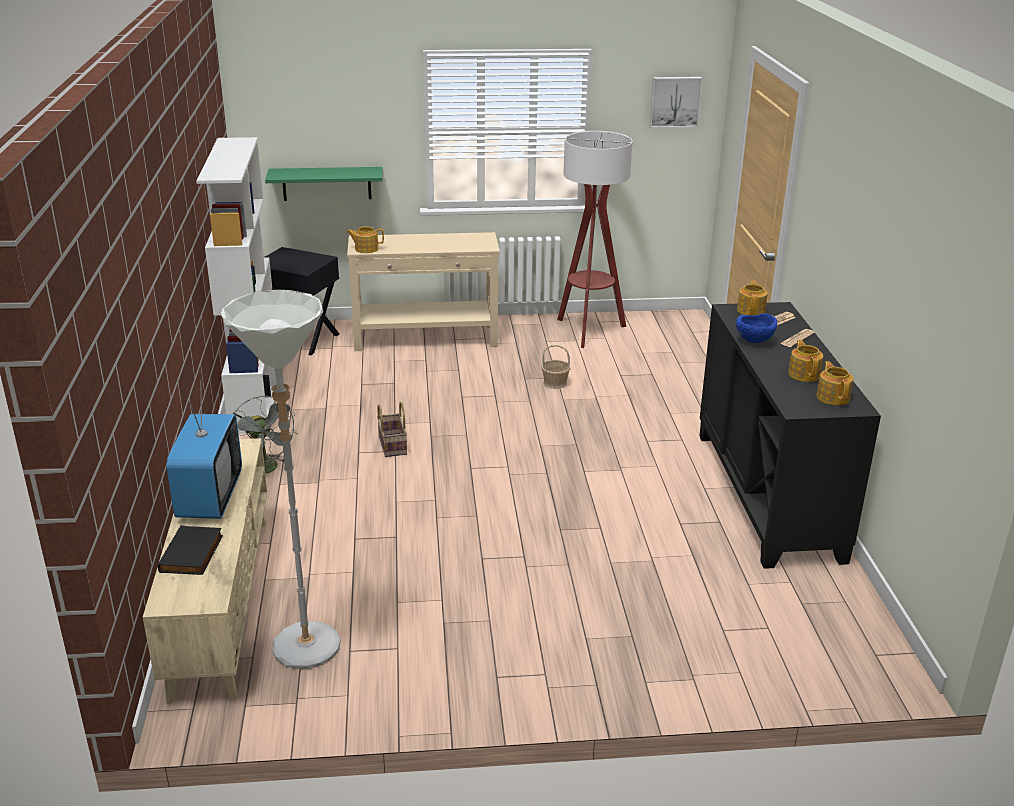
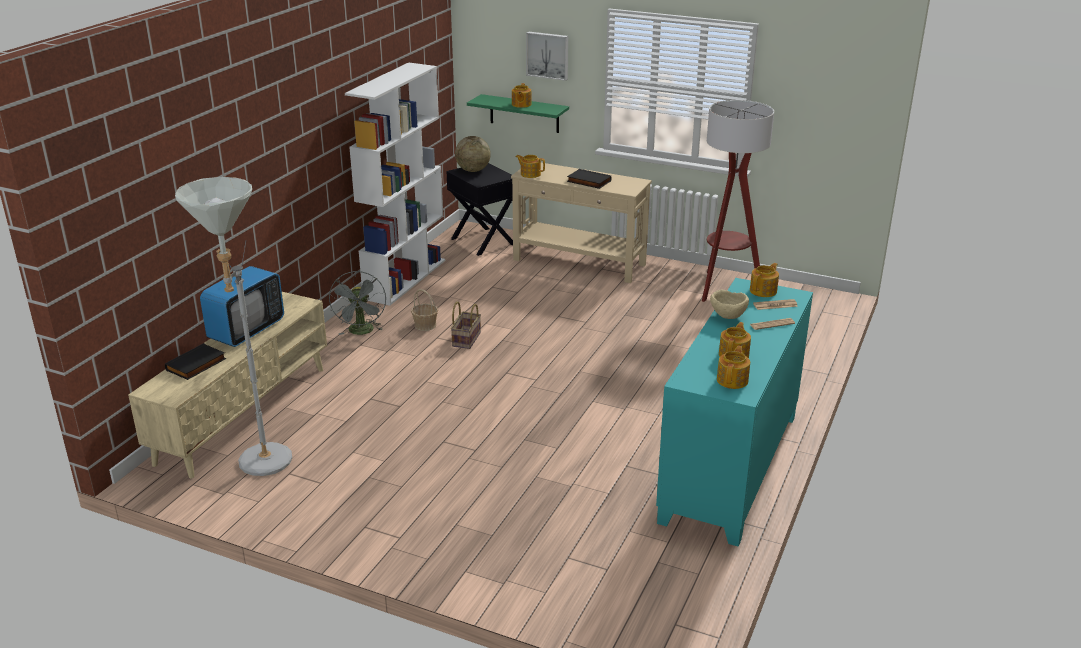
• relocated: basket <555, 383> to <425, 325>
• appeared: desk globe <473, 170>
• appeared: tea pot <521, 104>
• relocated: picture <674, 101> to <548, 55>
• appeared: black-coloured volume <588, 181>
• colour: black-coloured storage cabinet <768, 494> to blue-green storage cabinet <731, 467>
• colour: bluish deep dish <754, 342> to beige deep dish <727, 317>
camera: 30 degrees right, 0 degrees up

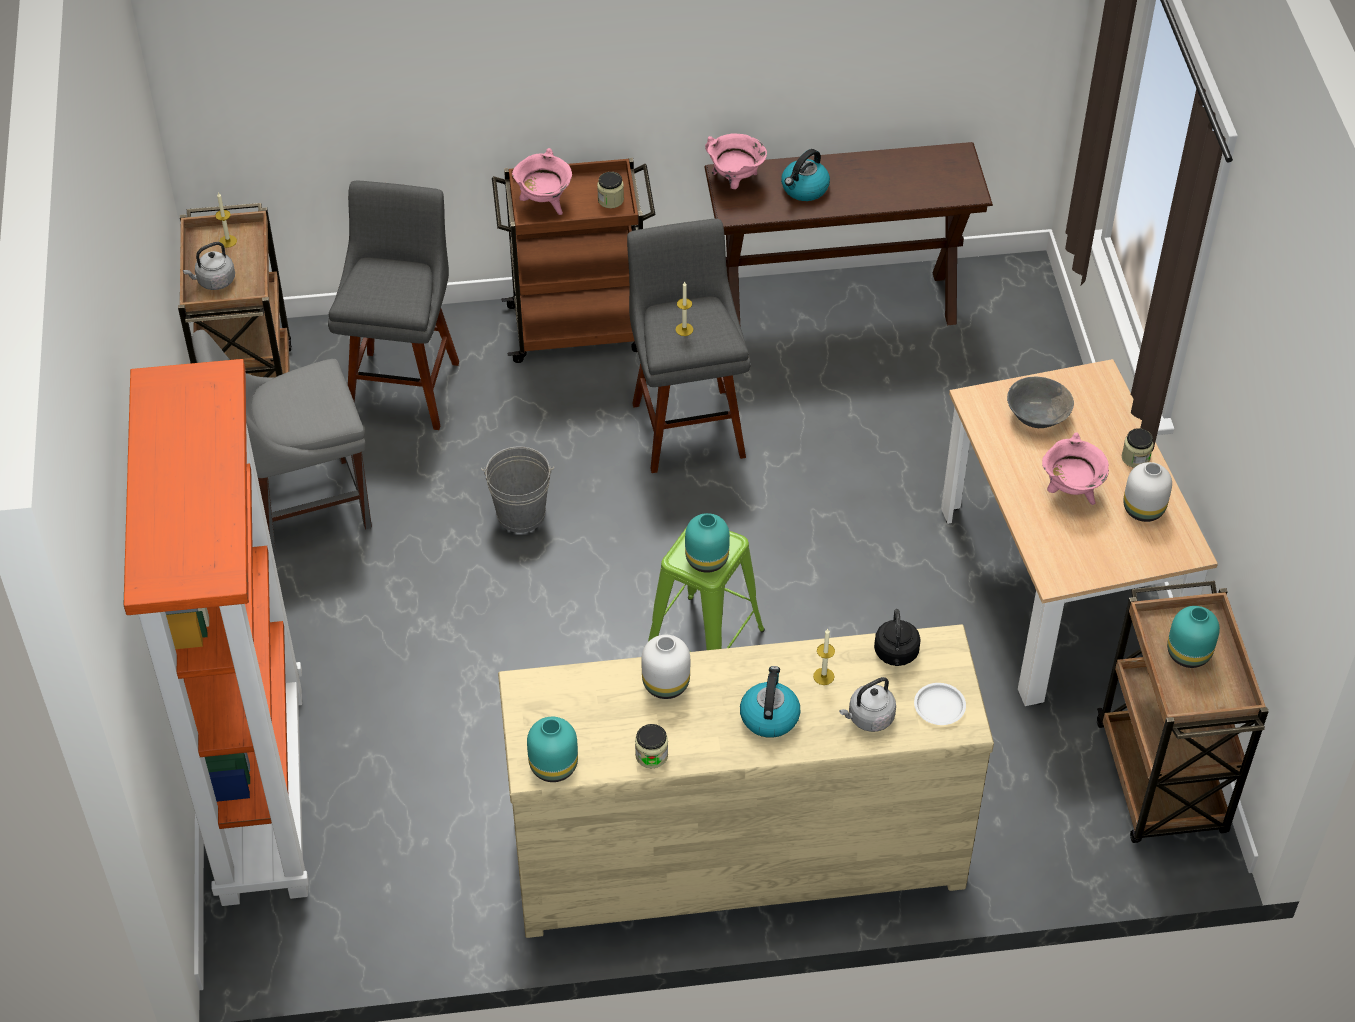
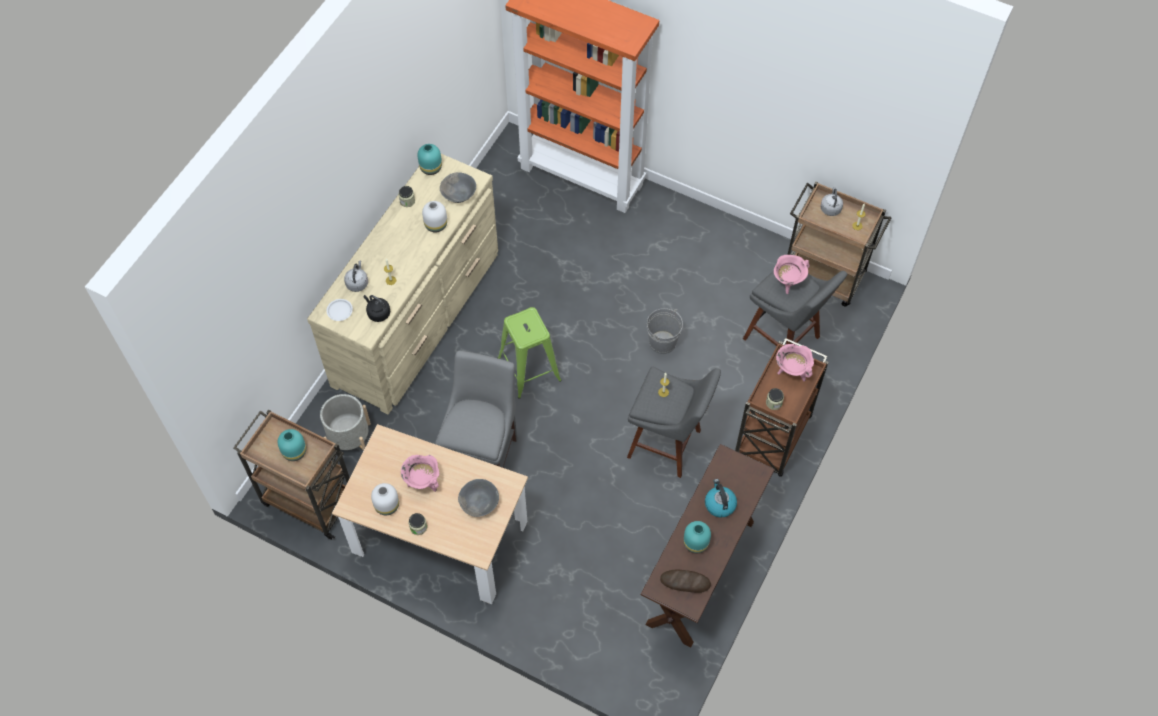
• appeared: greyish flower pot <350, 439>
• relocated: greyish upright chair <301, 507> to <483, 454>
• appeared: greyish deep dish <459, 194>
• appeared: bread <685, 582>
• relocated: blue-green vase <707, 560> to <695, 543>
• relocated: pink-coloured saucepot <735, 181> to <788, 282>
• missing: tea kettle <769, 716>
camera: 125 degrees right, 10 degrees up

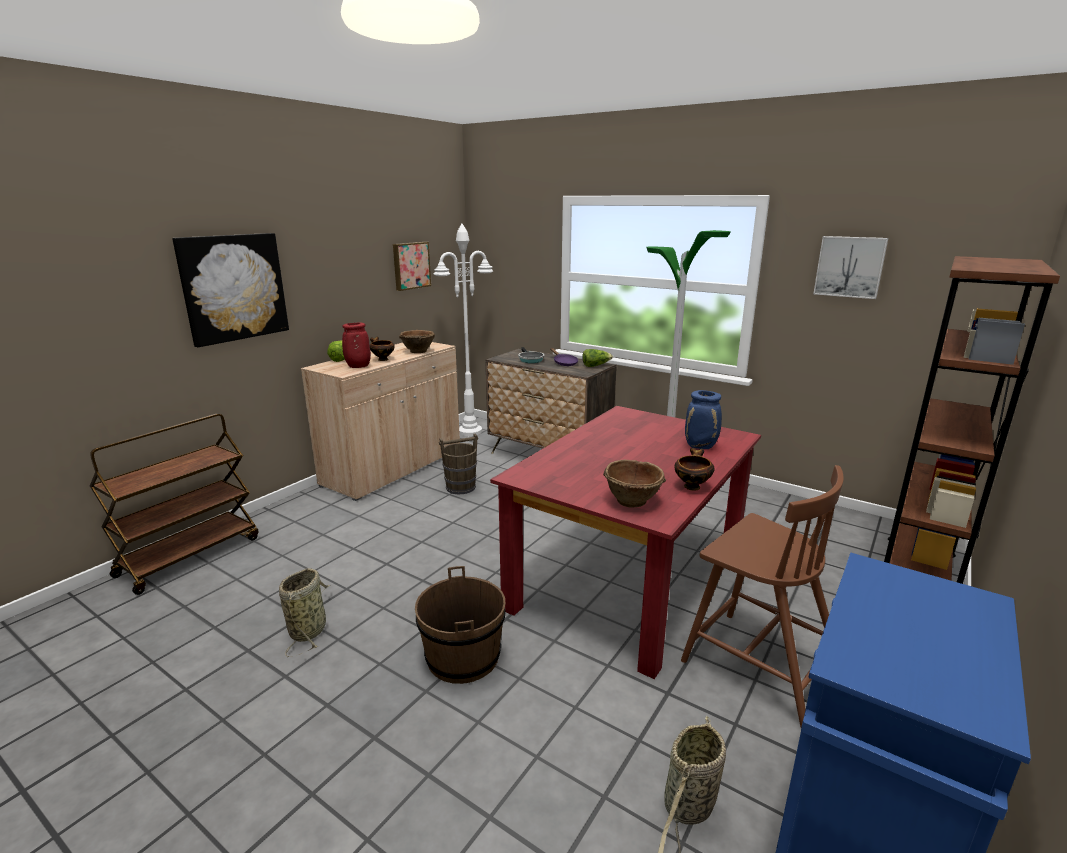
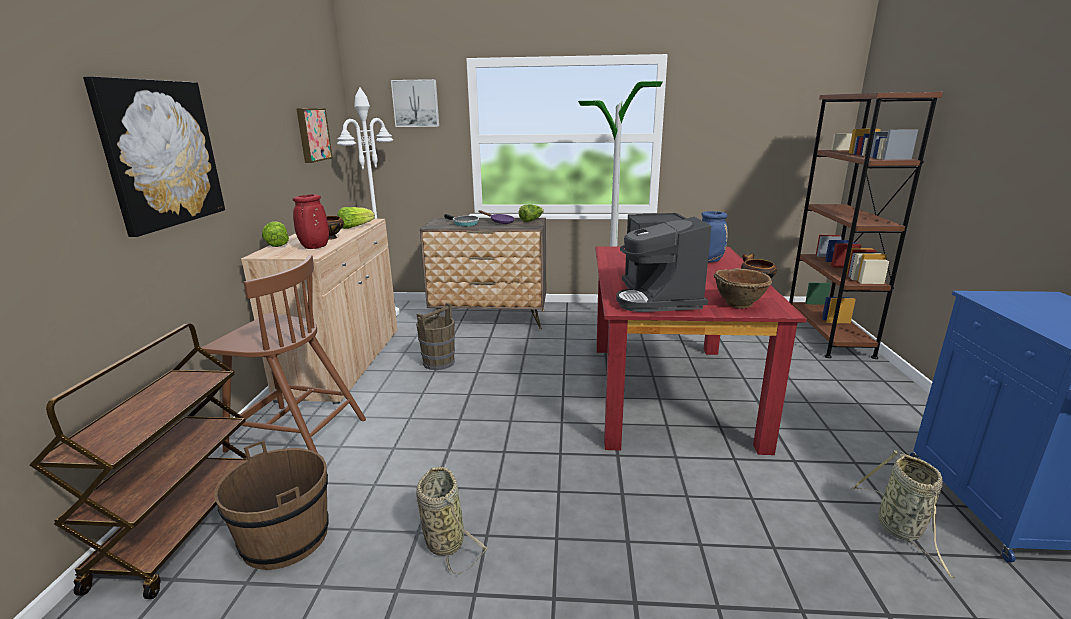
• relocated: brownish upright chair <758, 665> to <295, 434>
• relocated: brownish bucket <463, 657> to <286, 538>
• exchanged: brownish deep dish <418, 351> to head of lettuce <355, 227>
• relocated: picture <850, 266> to <416, 103>
• appeared: coffee machine <658, 298>
camera: 30 degrees left, 0 degrees up

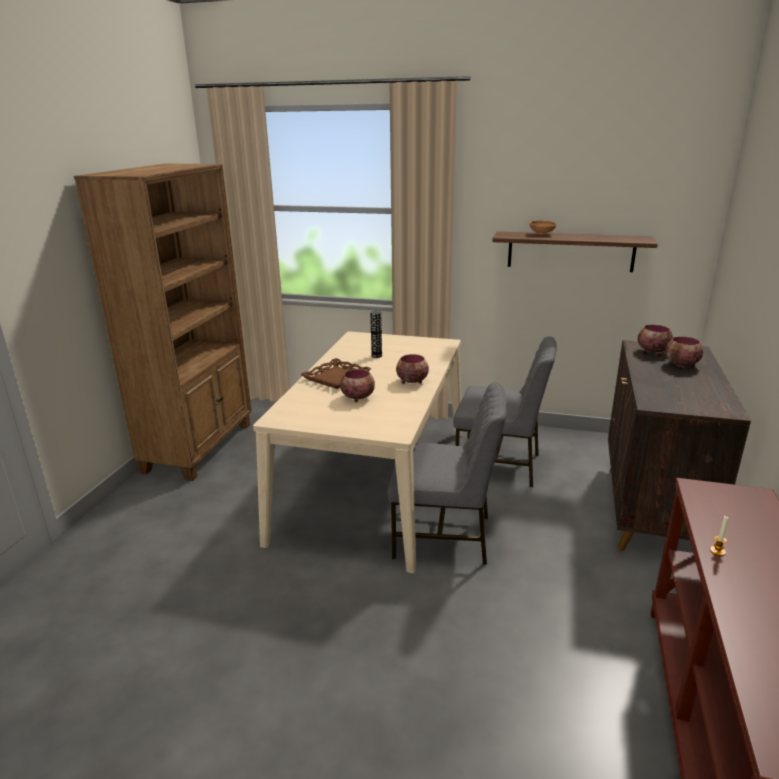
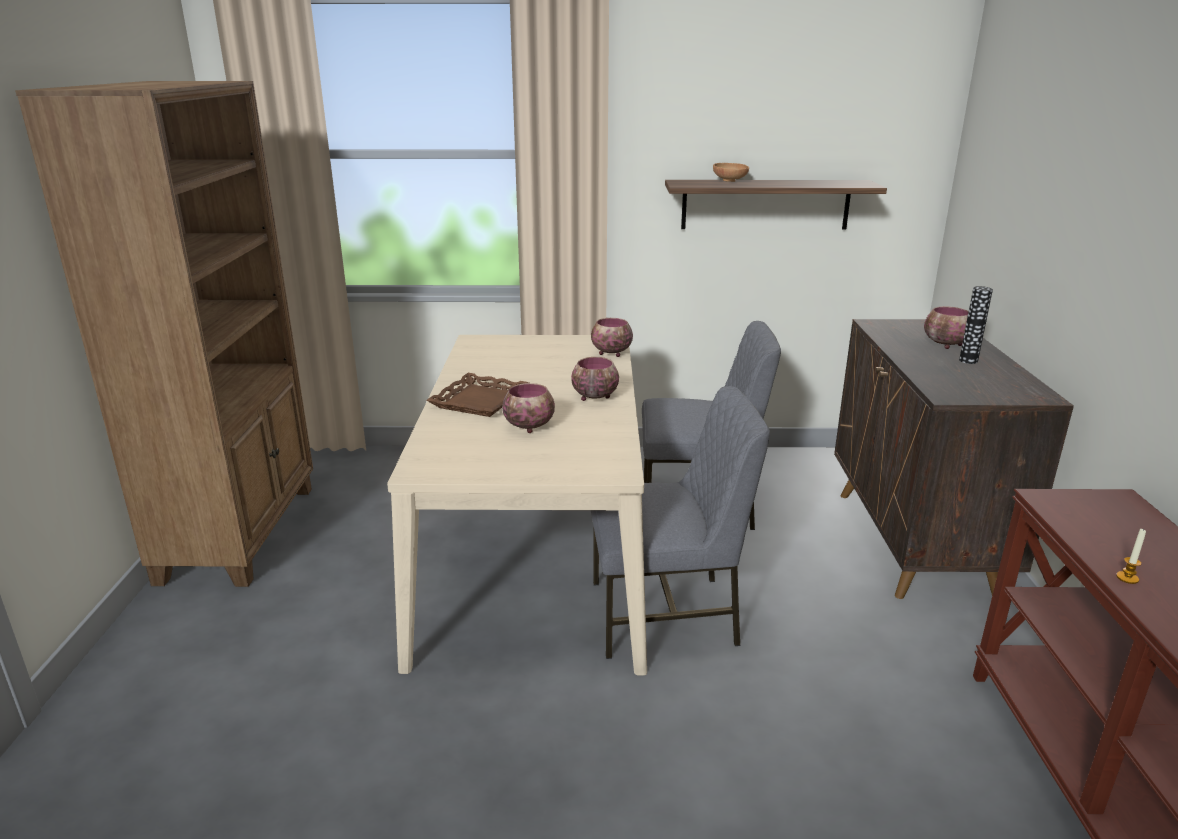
• relocated: deep dish <652, 352> to <610, 353>
• relocated: vase <376, 356> to <968, 360>
camera: 15 degrees left, 0 degrees up

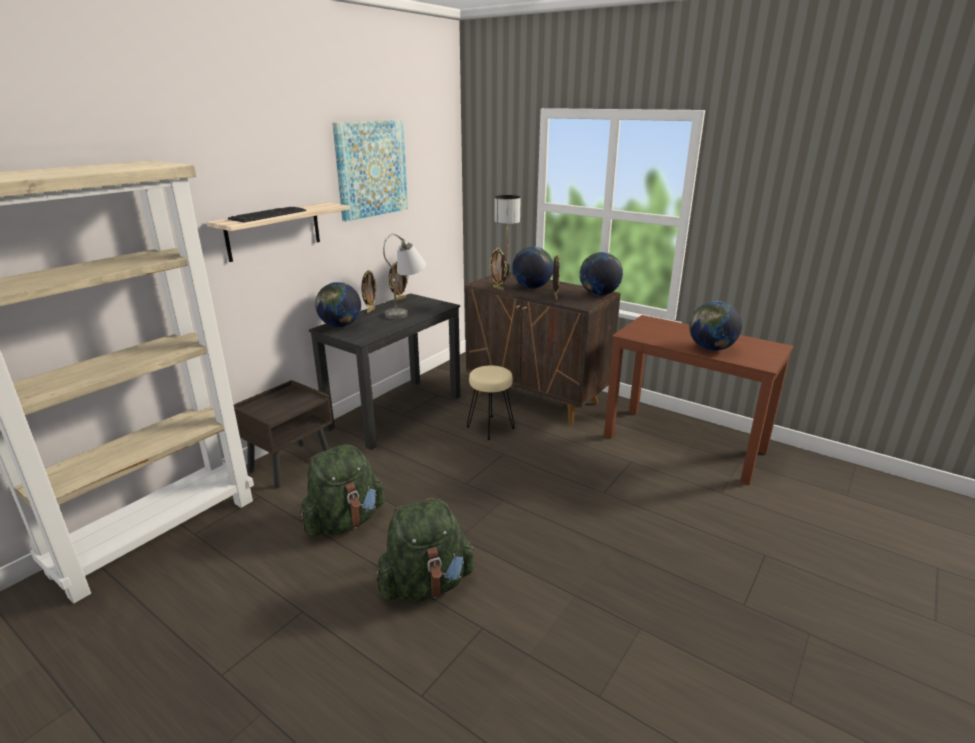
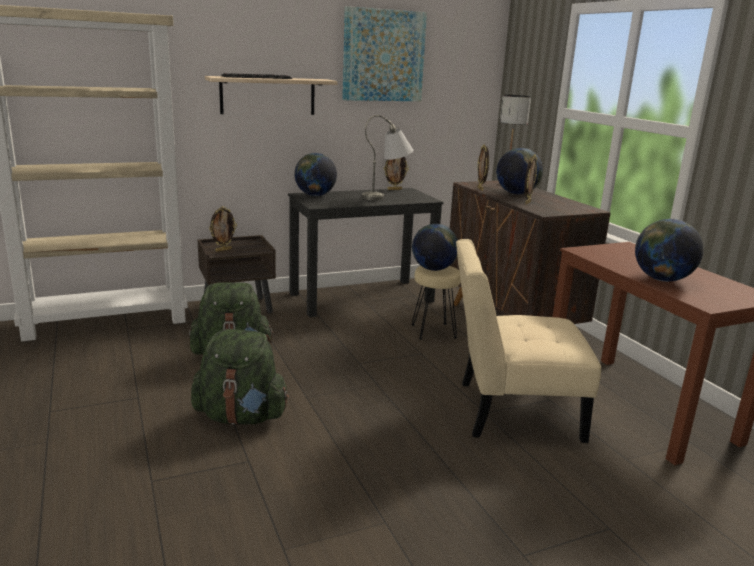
• relocated: standing frame <370, 310> to <223, 250>
• relocated: desk globe <599, 294> to <433, 269>
• appeared: beige upright chair <510, 411>
camera: 30 degrees right, 5 degrees down

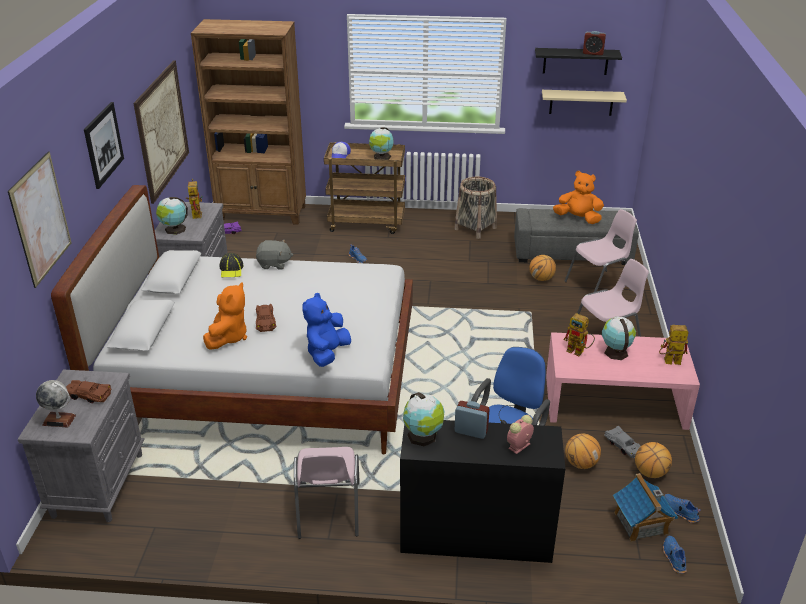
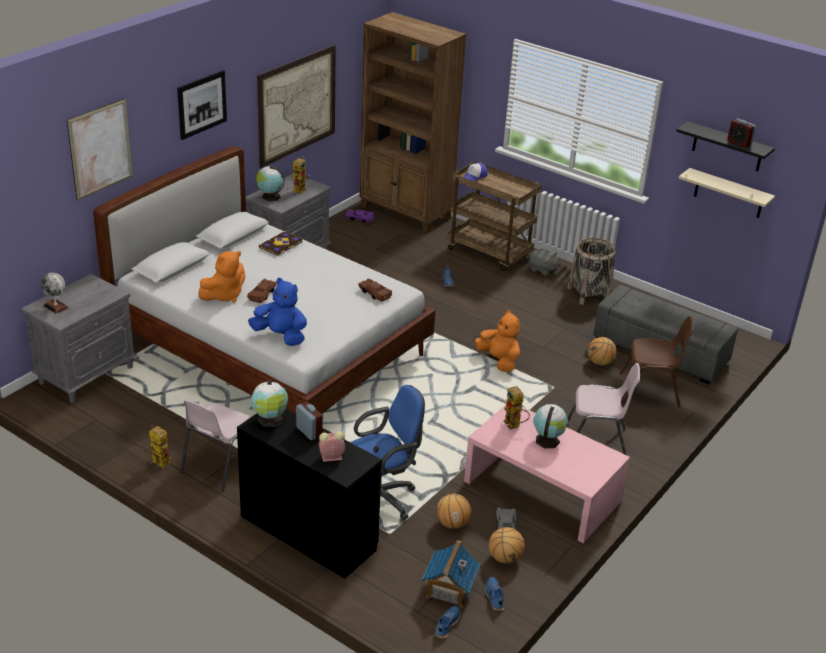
• relocated: model robot <668, 362> to <157, 461>
• spun: bluish plush toy <327, 353> = <280, 336> 60 degrees clockwise
• exchanged: cap <231, 269> to volume <281, 245>
• relocated: brownish model car <88, 395> to <374, 293>
• relocated: orange plush toy <578, 218> to <499, 361>
• relocated: greyish plush toy <274, 264> to <542, 270>
• colour: pink-coloured upright chair <599, 286> to brownish upright chair <650, 391>
• missing: desk globe <381, 157>
camera: 30 degrees right, 0 degrees up

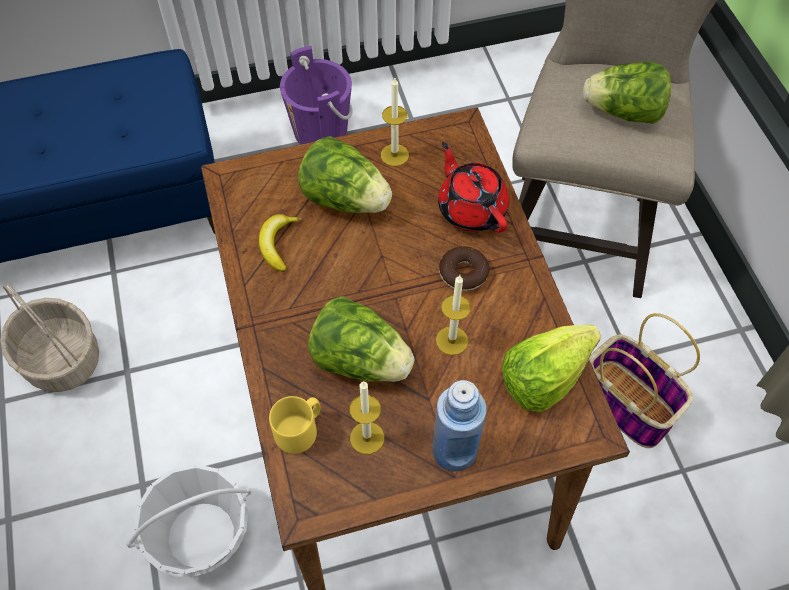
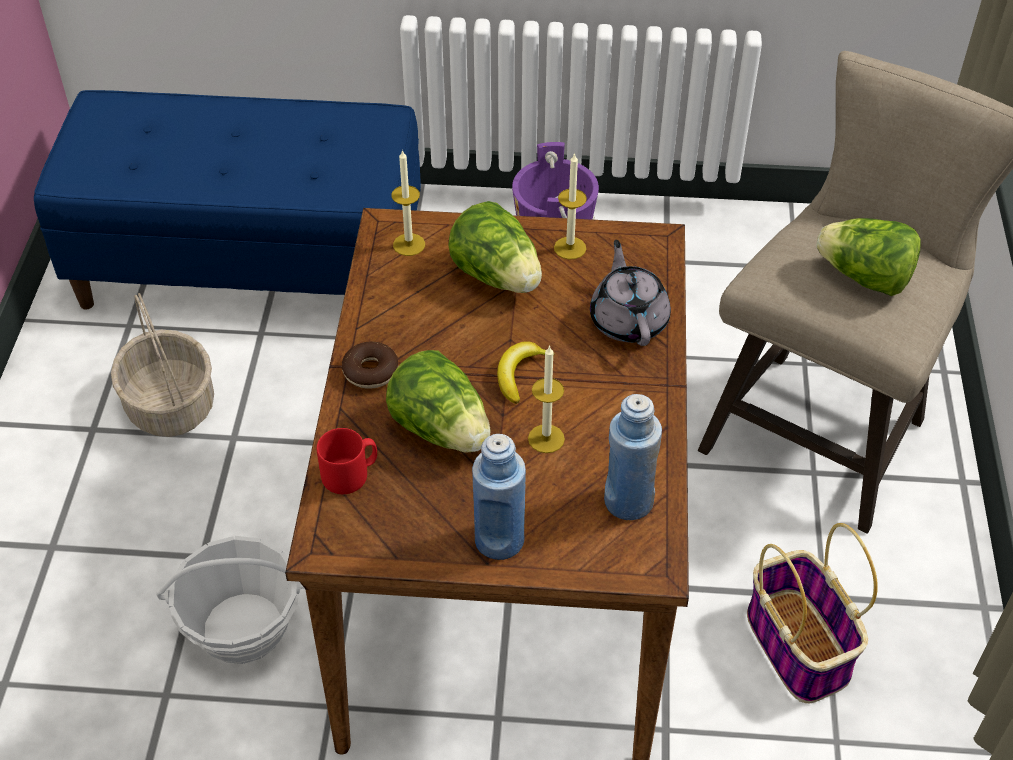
• colour: yellow mug <300, 430> to red-coloured mug <350, 475>
• relocated: ring doughnut <463, 273> to <370, 371>
• relocated: candle <367, 438> to <409, 244>
• relocated: whole banana <278, 244> to <520, 374>
• colour: red-coloured tea pot <471, 208> to greyish tea pot <628, 320>
• exchanged: head of lettuce <544, 378> to bluish drink bottle <628, 501>
camera: 20 degrees right, 10 degrees down

